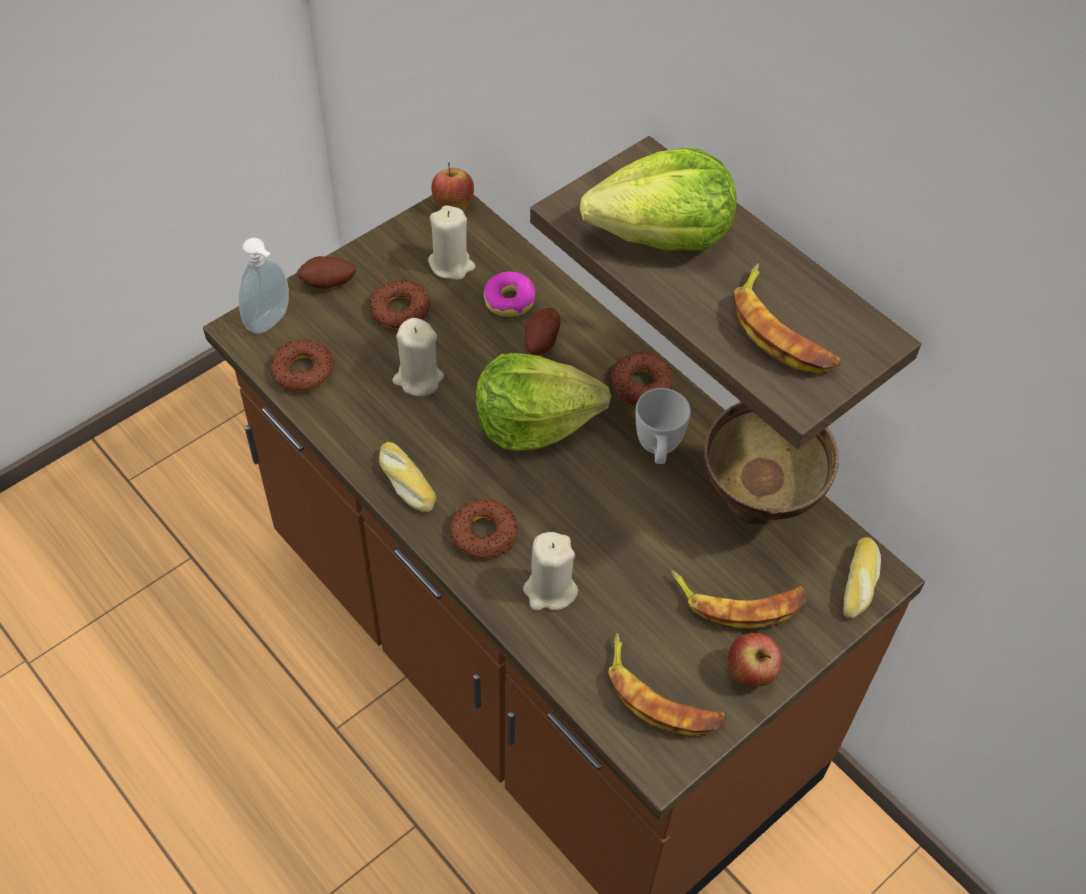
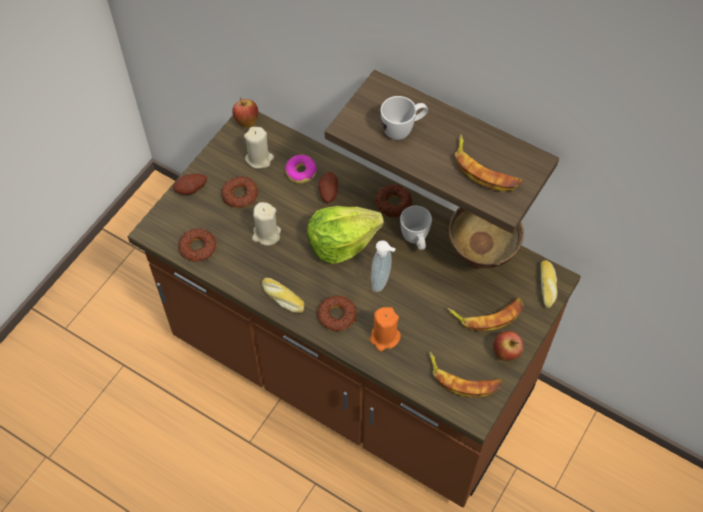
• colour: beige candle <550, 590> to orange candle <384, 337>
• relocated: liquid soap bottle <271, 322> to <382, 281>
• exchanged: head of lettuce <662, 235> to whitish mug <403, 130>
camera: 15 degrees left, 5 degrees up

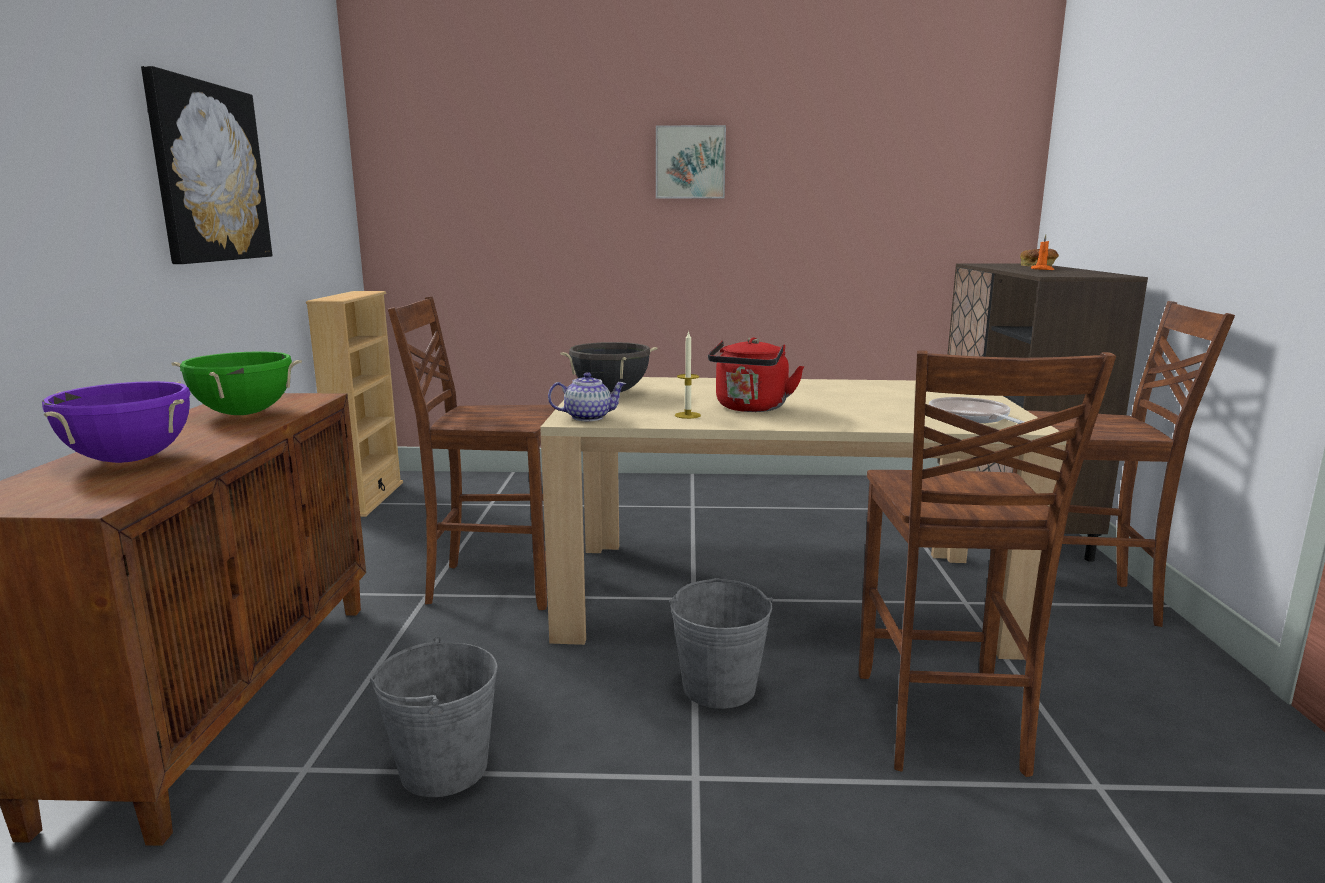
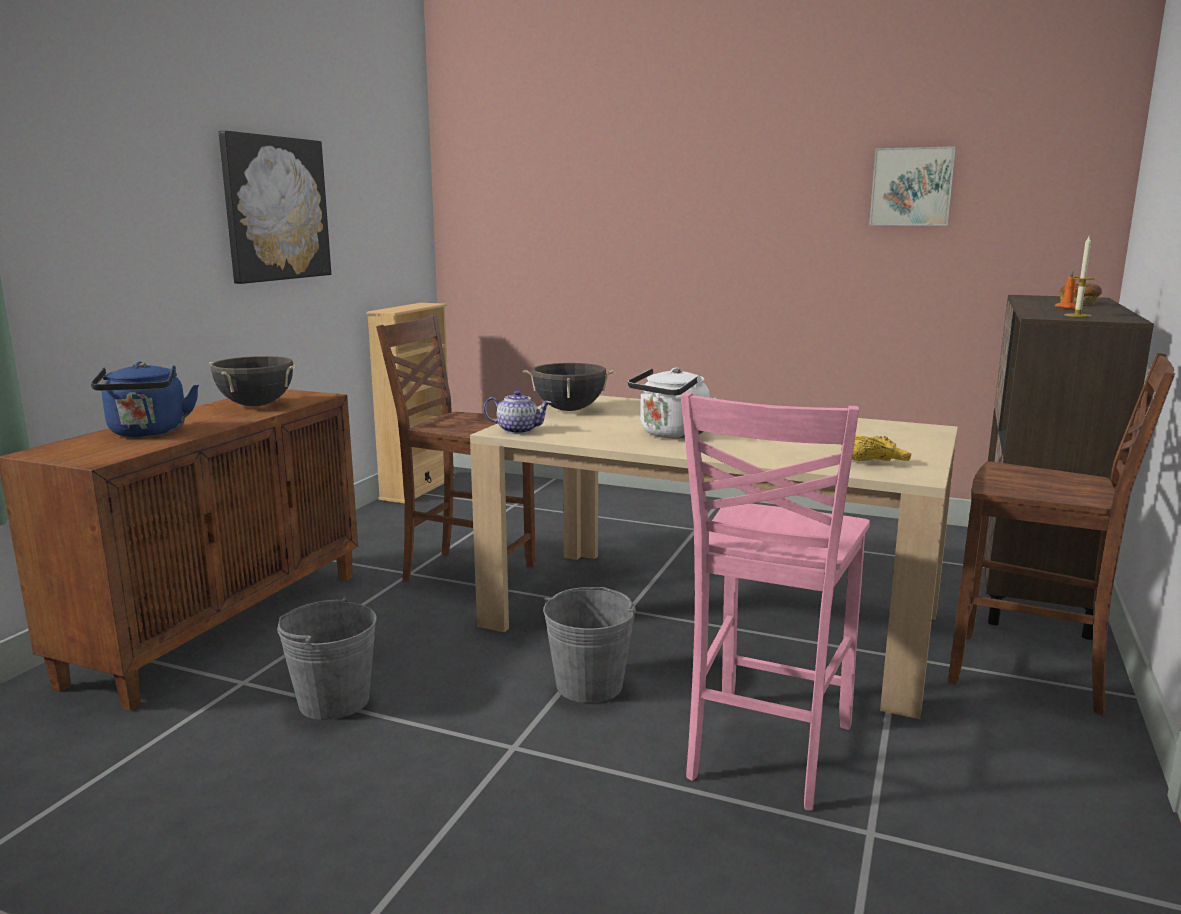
• exchanged: purplish saucepot <129, 460> to bluish tea kettle <148, 433>
• colour: greenish saucepot <244, 413> to black-coloured saucepot <256, 405>
• colour: red-coloured tea kettle <750, 408> to whitish tea kettle <671, 434>
• colour: brownish upright chair <940, 723> to pink-coloured upright chair <765, 752>
• exchanged: pan <971, 418> to yellow deep dish <873, 462>
• relocated: picture <690, 162> to <911, 187>
• relocated: candle <687, 415> to <1077, 315>
camera: 20 degrees right, 0 degrees up

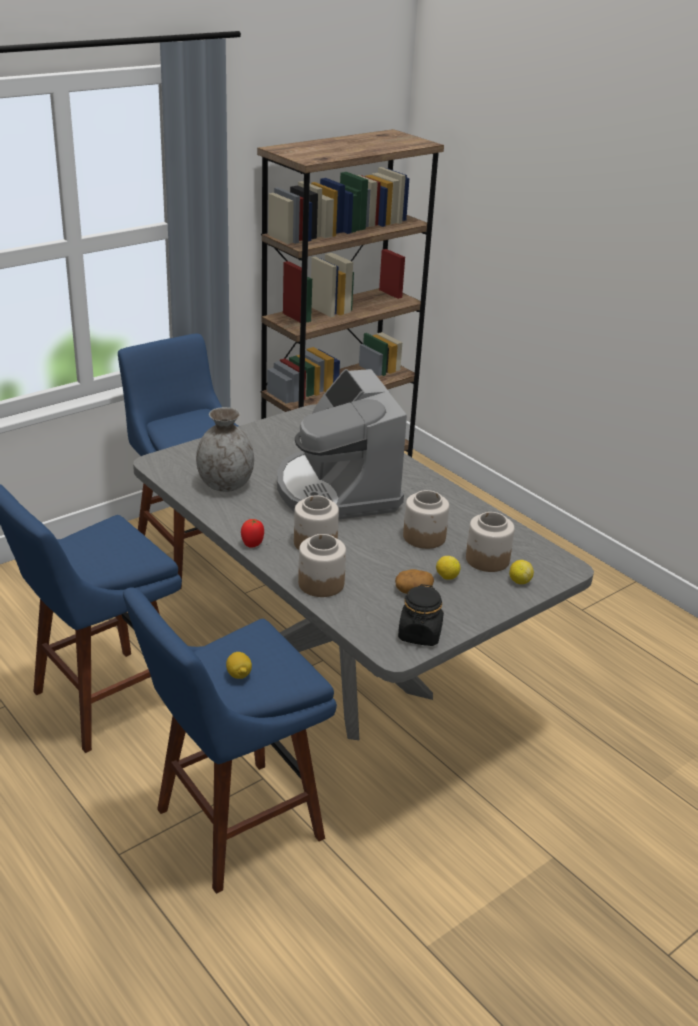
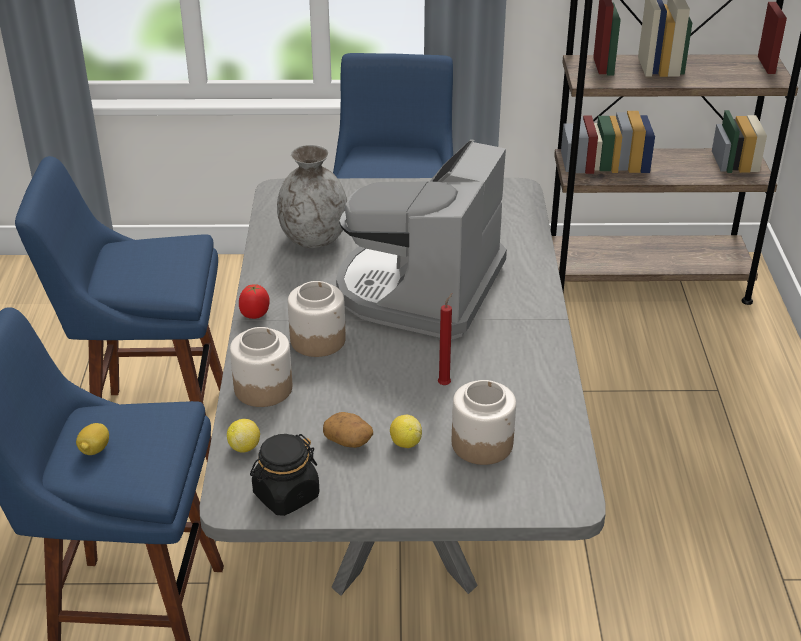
• relocated: whole lemon <519, 581> to <244, 447>
• exchanged: jar <424, 537> to red-coloured candle <445, 384>
camera: 40 degrees right, 5 degrees up

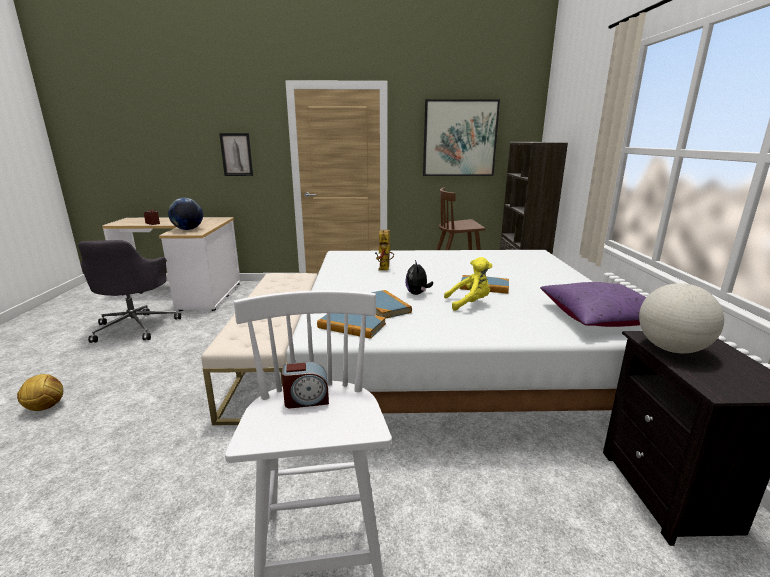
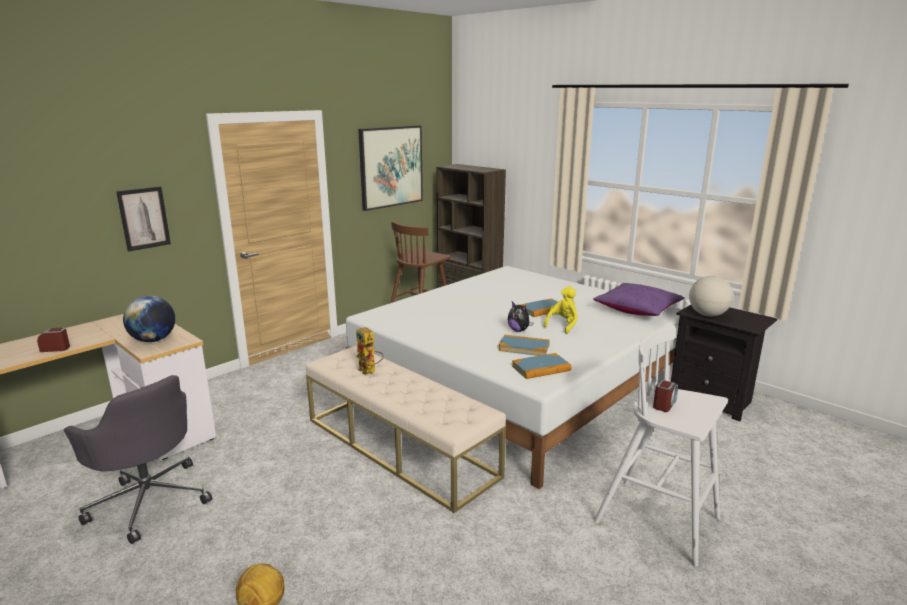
• relocated: model robot <385, 269> to <370, 371>
camera: 45 degrees left, 0 degrees up

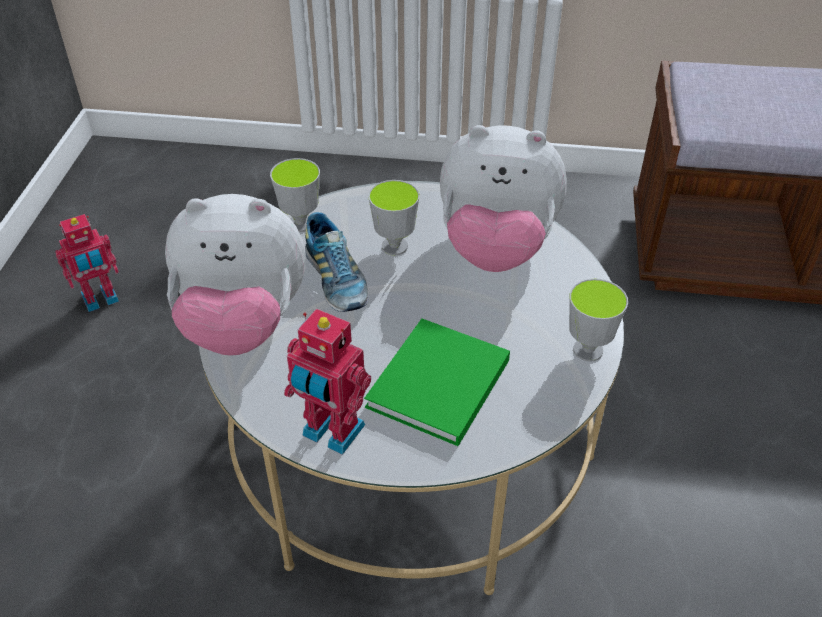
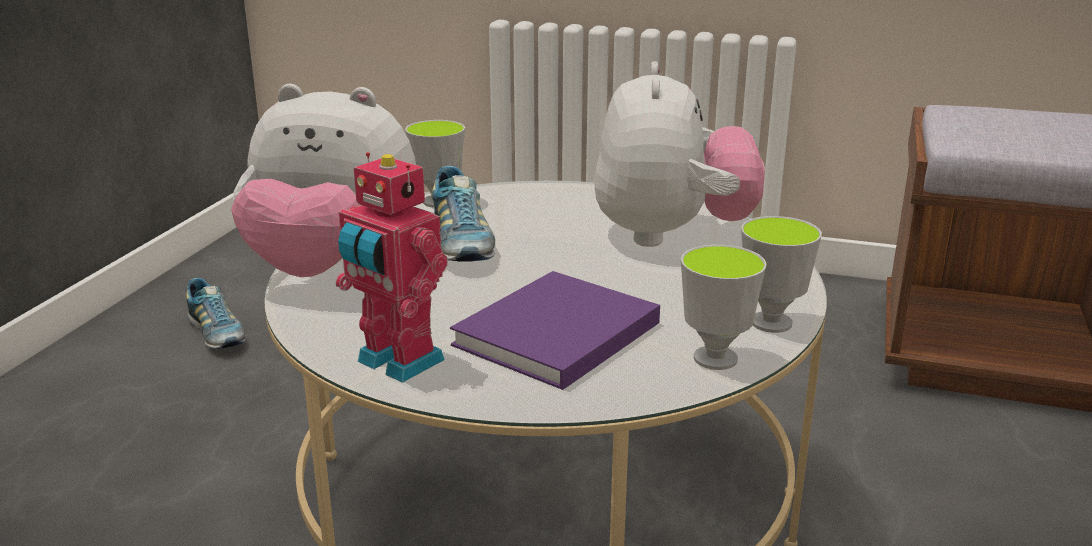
• exchanged: model robot <101, 300> to item of footwear <216, 334>
• colour: greenish volume <436, 386> to purplish volume <553, 336>
• spun: plush toy <496, 249> = <671, 235> 105 degrees counterclockwise
• relocated: small cup <394, 246> to <715, 359>
camera: 10 degrees right, 20 degrees down

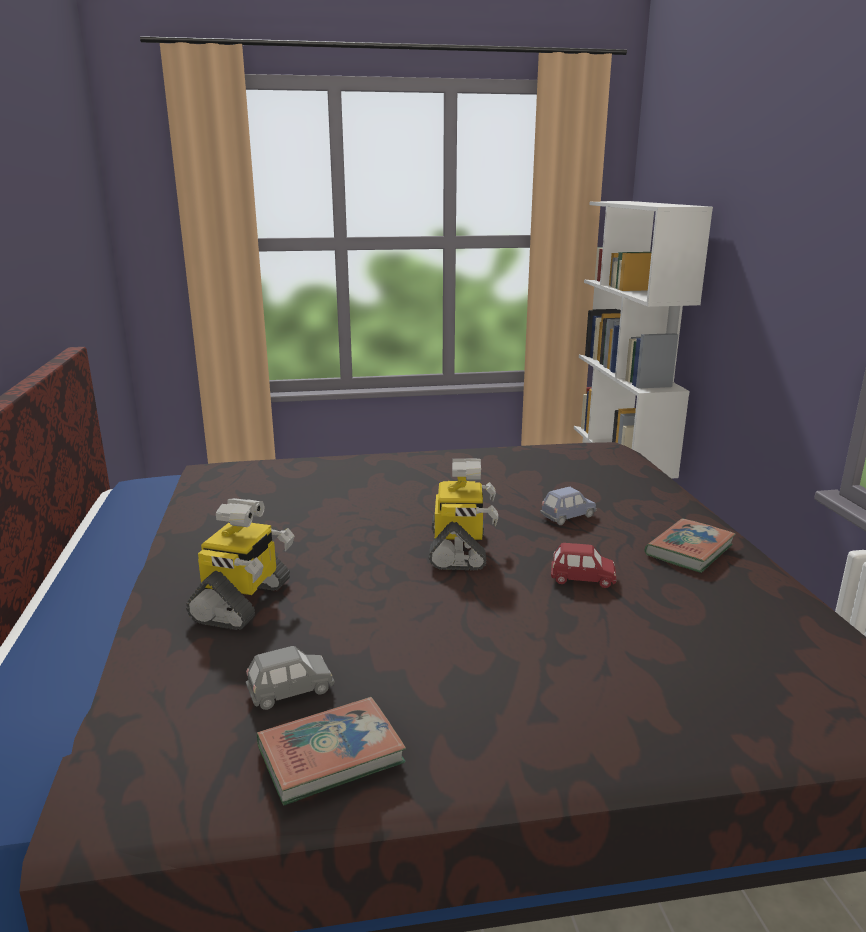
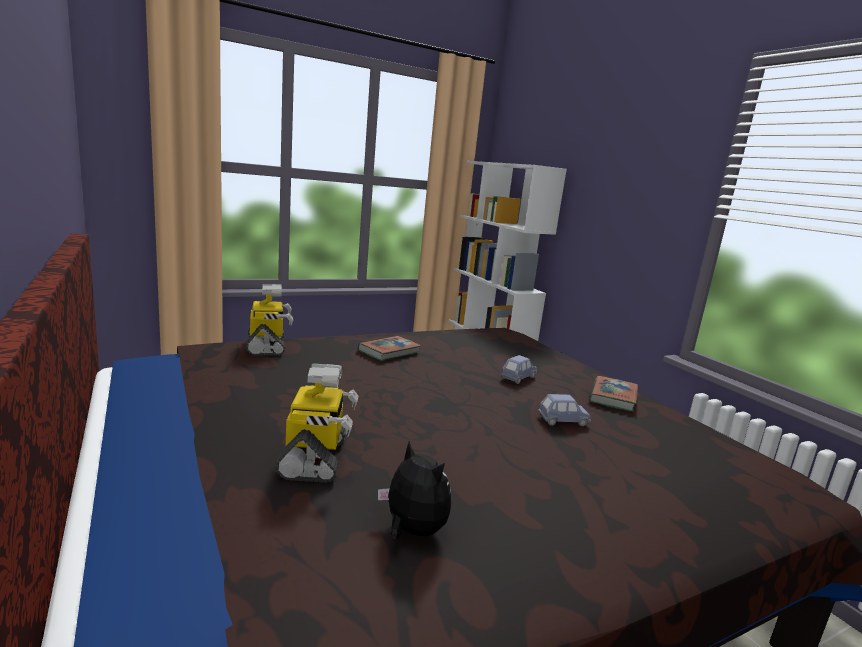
• relocated: model robot <459, 550> to <267, 346>
• relocated: volume <330, 755> to <389, 352>
• exchanged: greyish model car <290, 691> to plush toy <412, 531>
• colour: red-coloured model car <582, 579> to bluish model car <563, 421>
camera: 20 degrees left, 5 degrees down

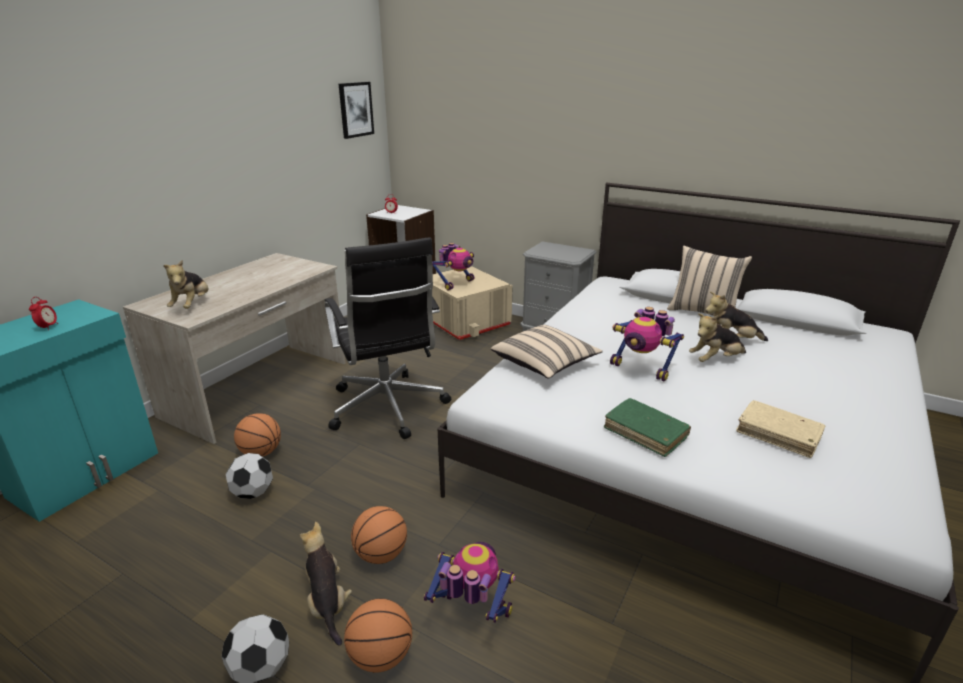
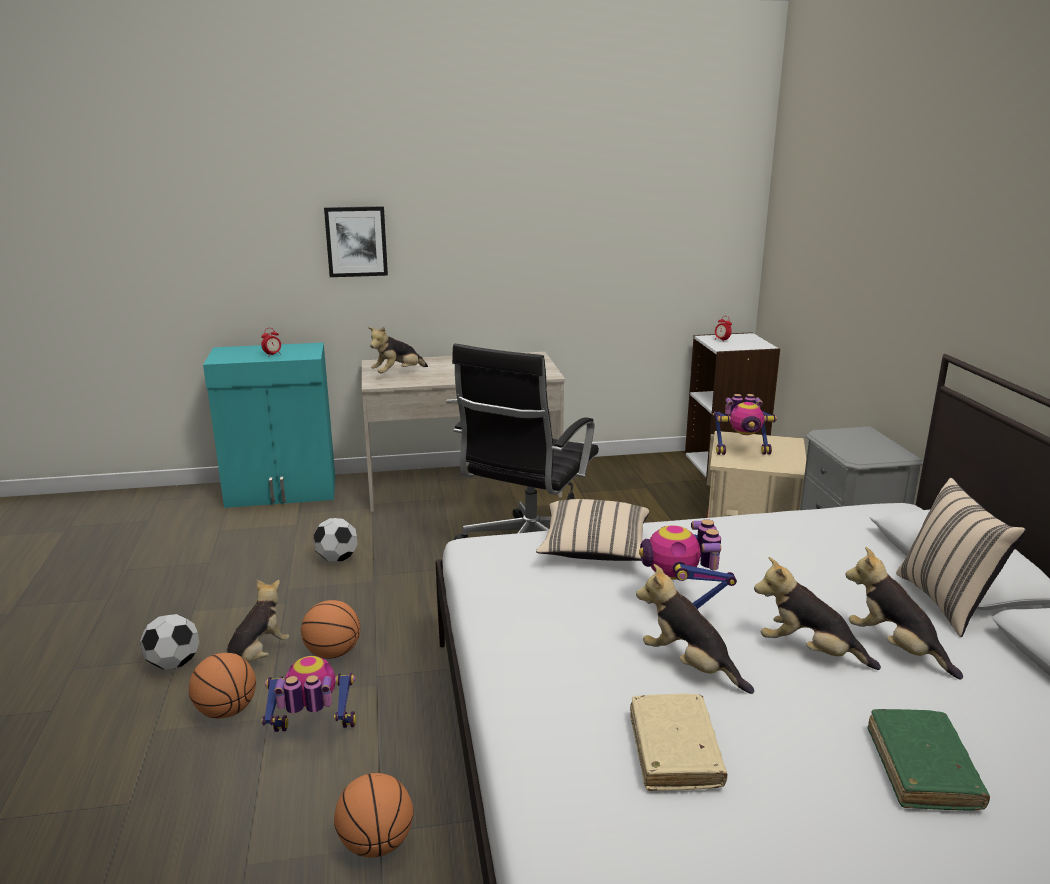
• spun: model robot <471, 612> = <313, 735> 75 degrees counterclockwise
• relocated: picture <355, 109> to <356, 241>
• relocated: basketball <261, 453> to <376, 844>
• appeared: plush toy <690, 666>
• relocated: greenish volume <645, 433> to <922, 769>
camera: 50 degrees right, 5 degrees down

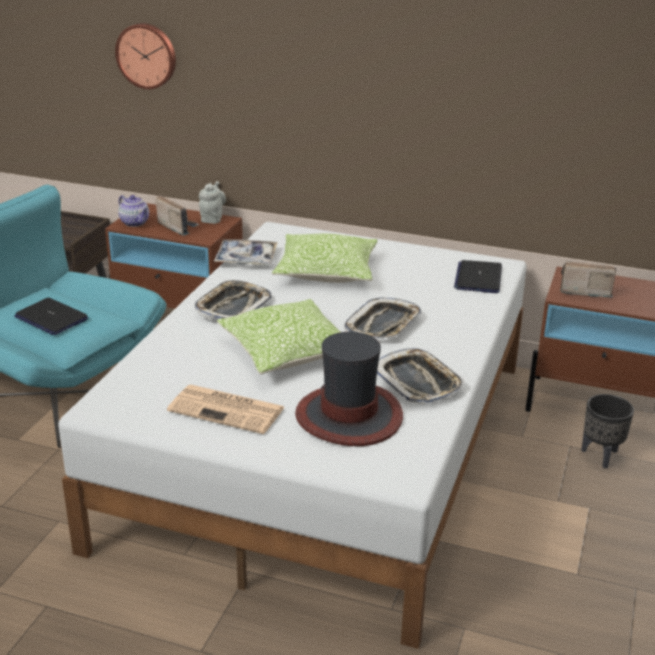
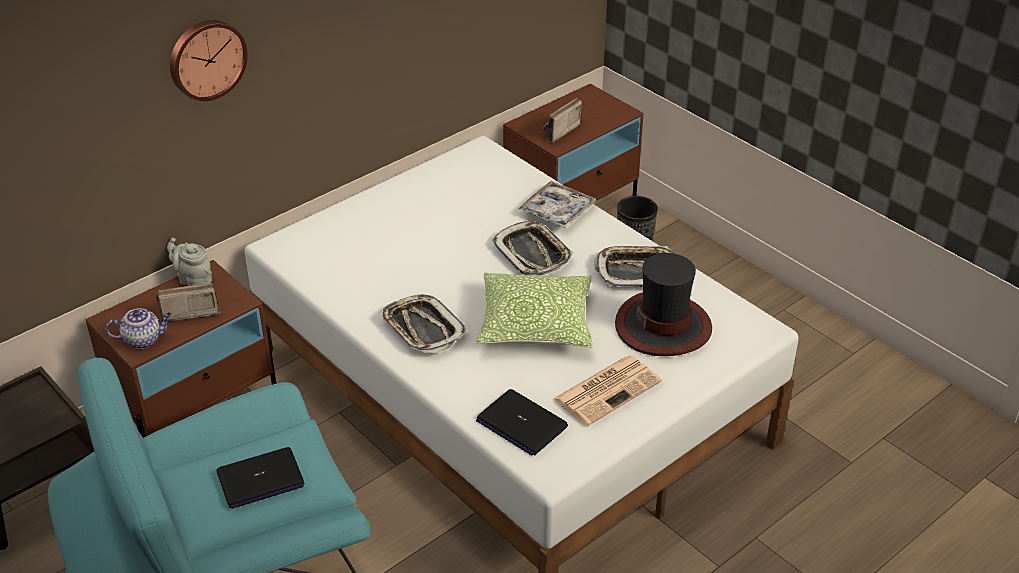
• relocated: clock on the wall <147, 55> to <206, 59>
• relocated: portable computer <478, 278> to <521, 423>
• relocated: carrying tray <246, 259> to <557, 211>
• missing: pillow <326, 272>
camera: 60 degrees left, 10 degrees up

